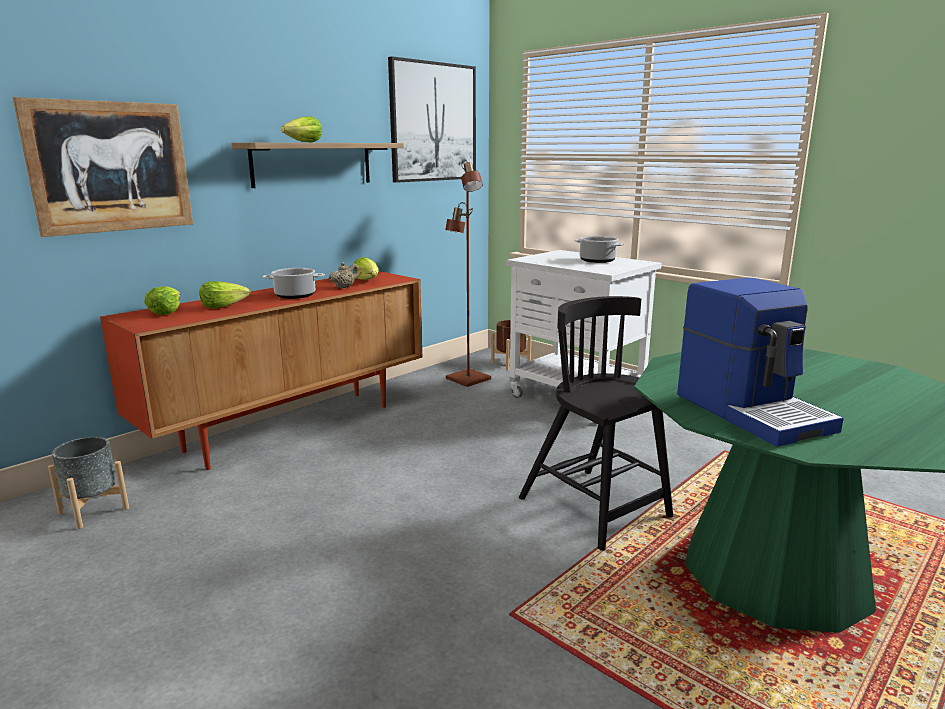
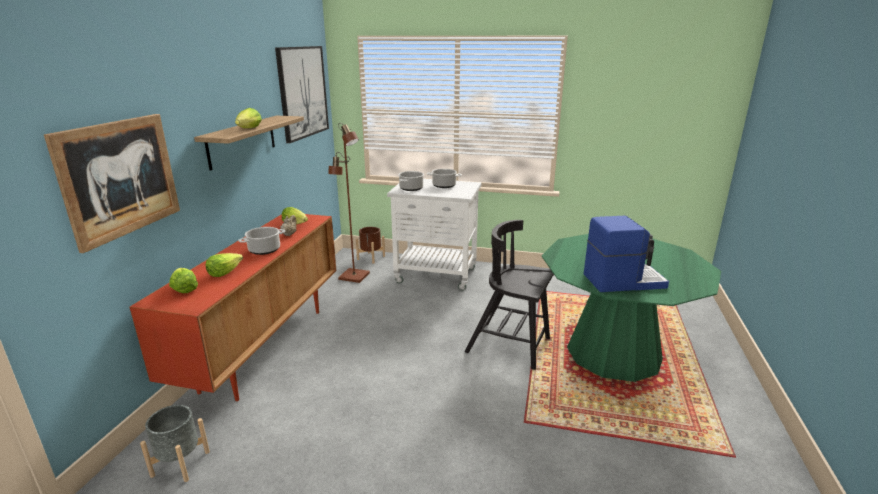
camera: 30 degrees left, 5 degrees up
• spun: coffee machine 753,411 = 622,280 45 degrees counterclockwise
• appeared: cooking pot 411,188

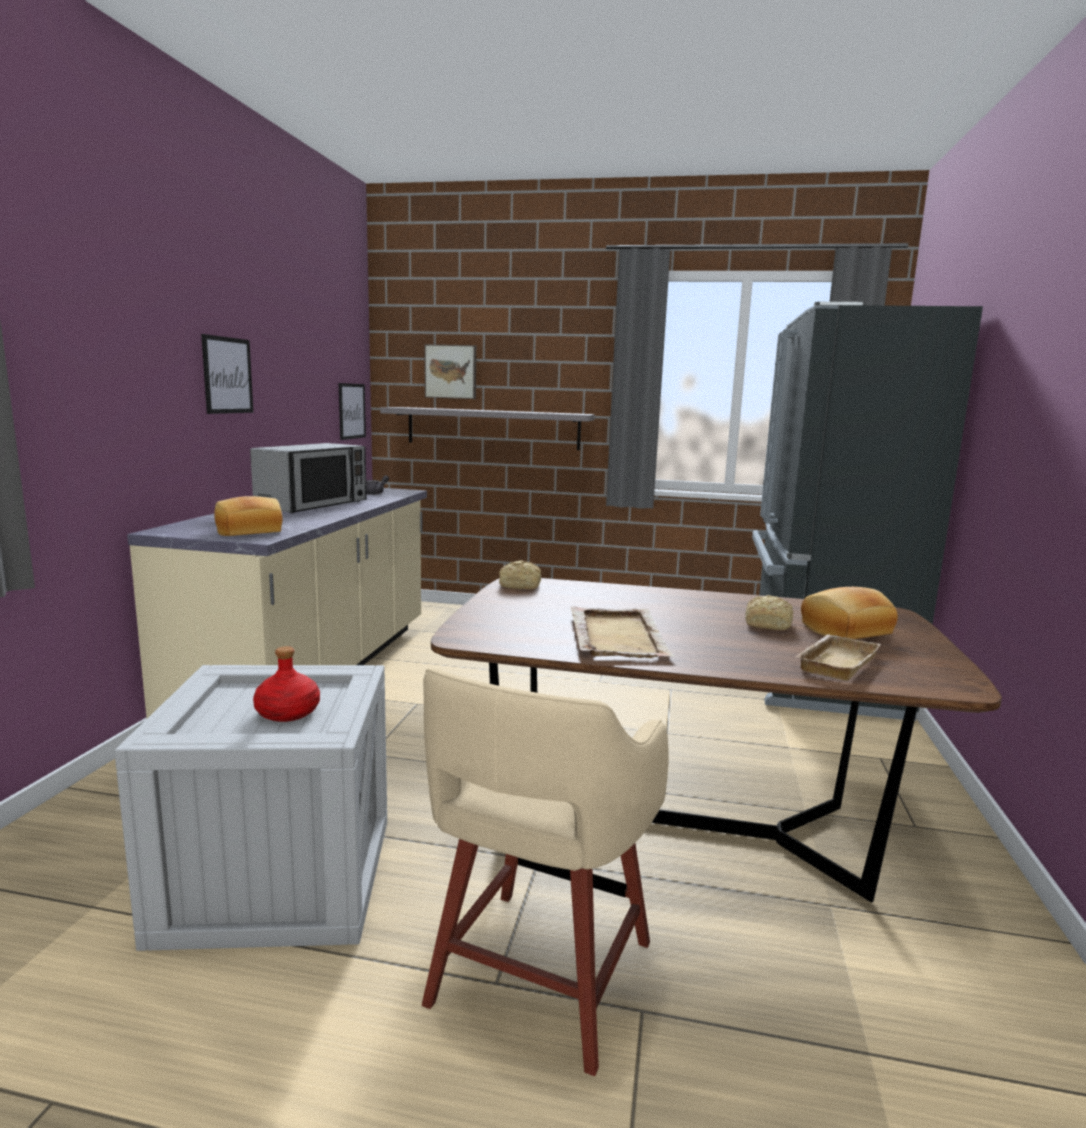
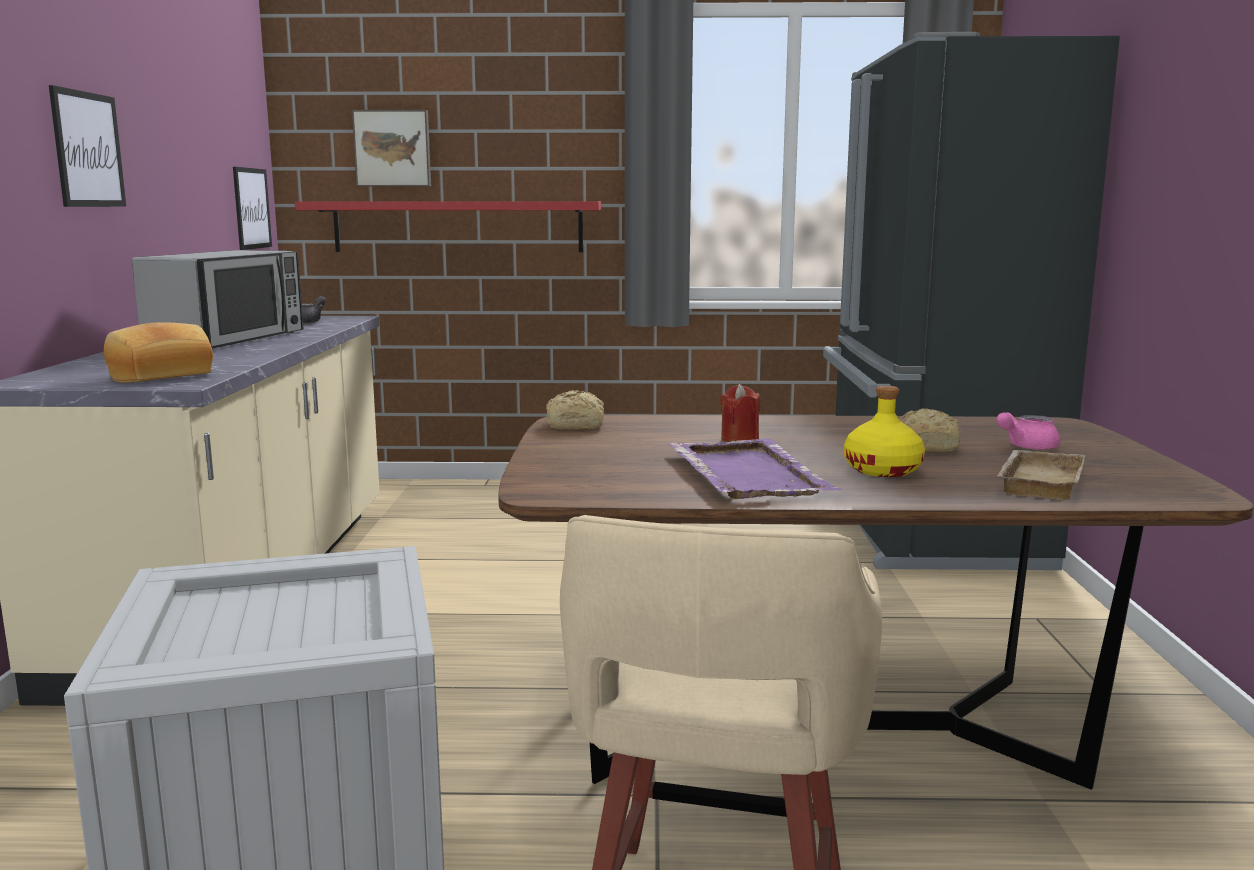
camera: 10 degrees left, 0 degrees up
• missing: bottle in red 288,713
• colour: shelf in grey 493,428 to shelf in red 458,226
• colour: tray in beige 617,635 to tray in purple 747,473
• exchanged: bread 847,631 to teapot in pink 1025,447
• appeared: candle in red 739,439
• appeared: bottle in yellow 883,470

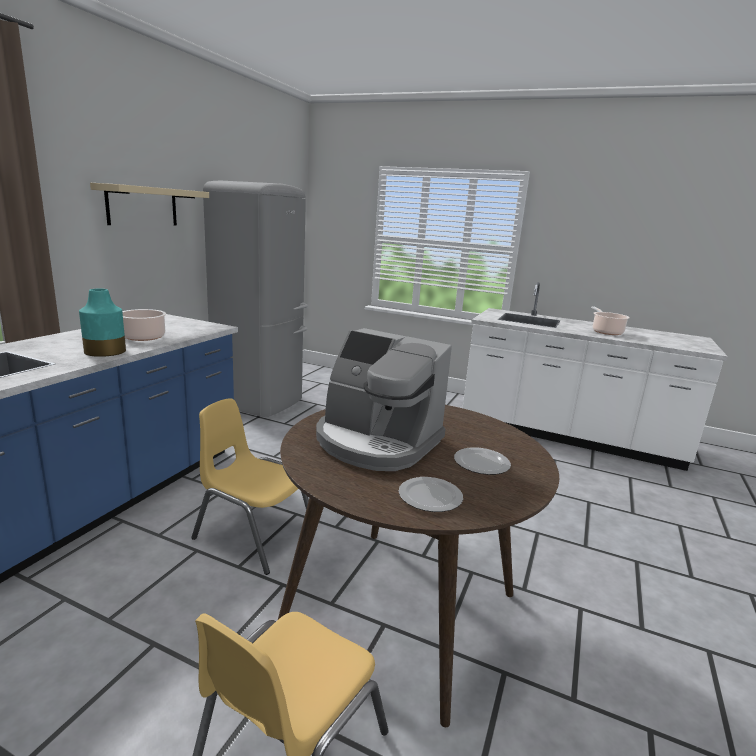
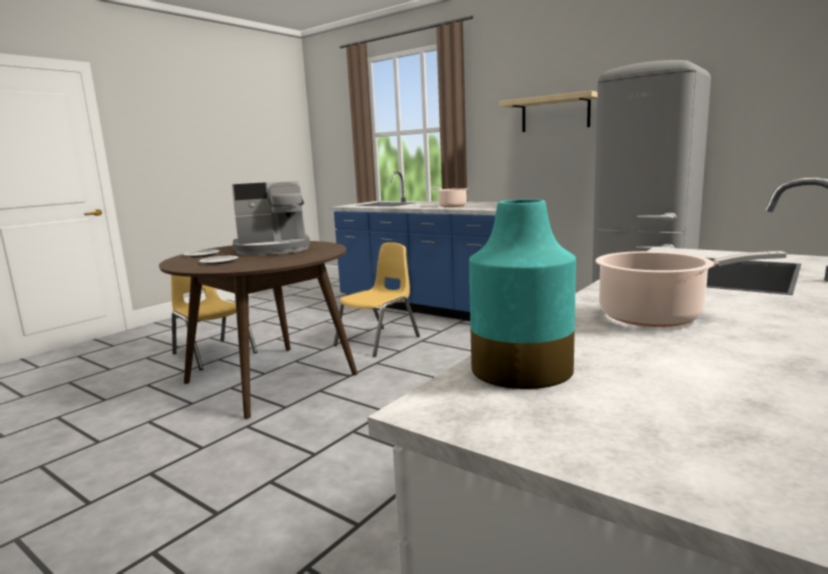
camera: 105 degrees right, 5 degrees down
• relocated: vase in turquoise 104,351 to 522,367
• spun: coffee machine 376,442 = 273,249 150 degrees counterclockwise

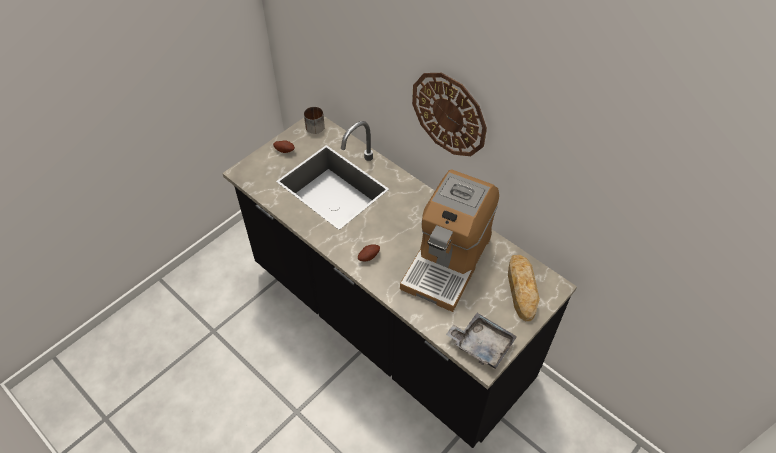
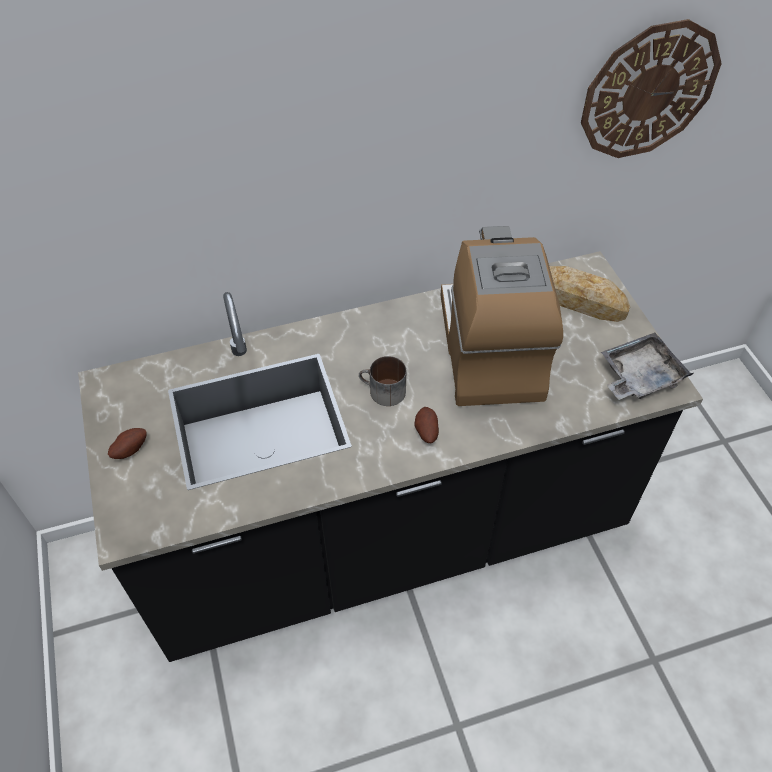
camera: 60 degrees left, 0 degrees up
• relocated: mug 313,125 to 382,392
• spun: coffee machine 447,261 = 490,349 150 degrees counterclockwise
• relocated: wall clock 449,114 to 649,91

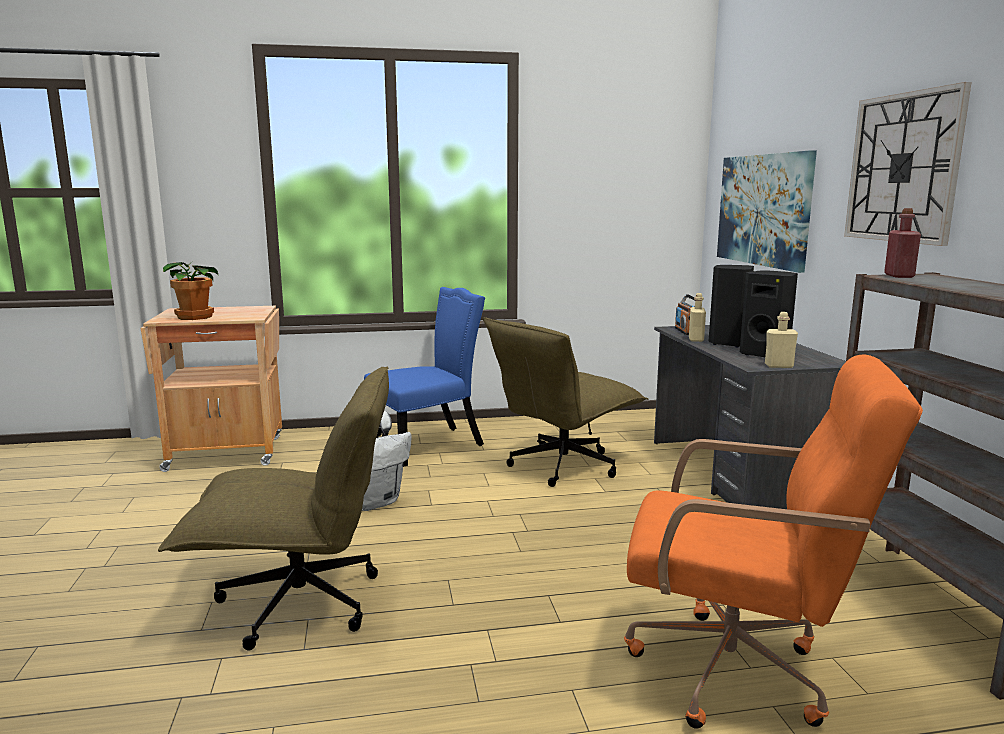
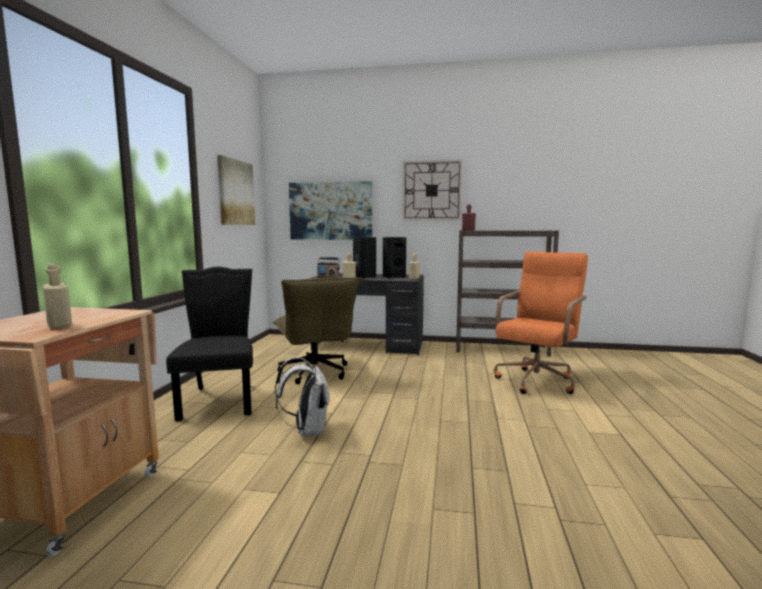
camera: 70 degrees left, 5 degrees down
• missing: office chair in beige 297,602
• exchanged: potted plant 196,317 to bottle in beige 59,325
• colour: chair in blue 426,446 to chair in black 219,402
• appeared: picture 236,192

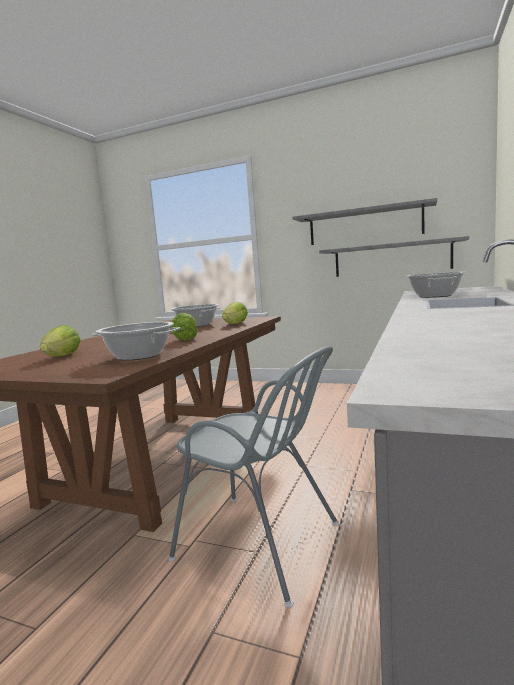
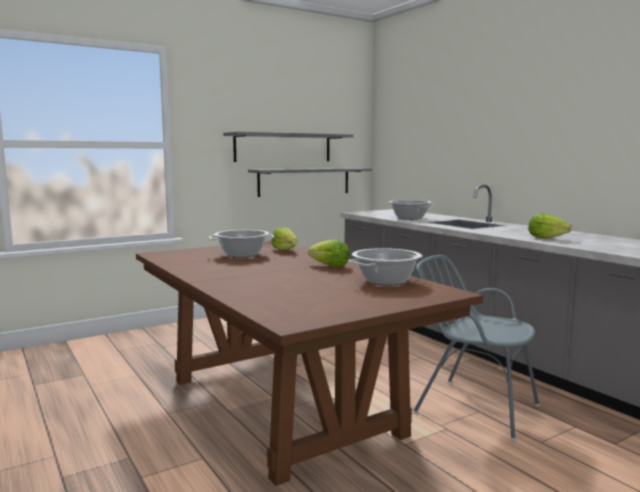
camera: 55 degrees left, 0 degrees up
• relocated: lettuce 62,356 to 546,238
• spun: chair in grey 263,543 = 471,407 120 degrees counterclockwise

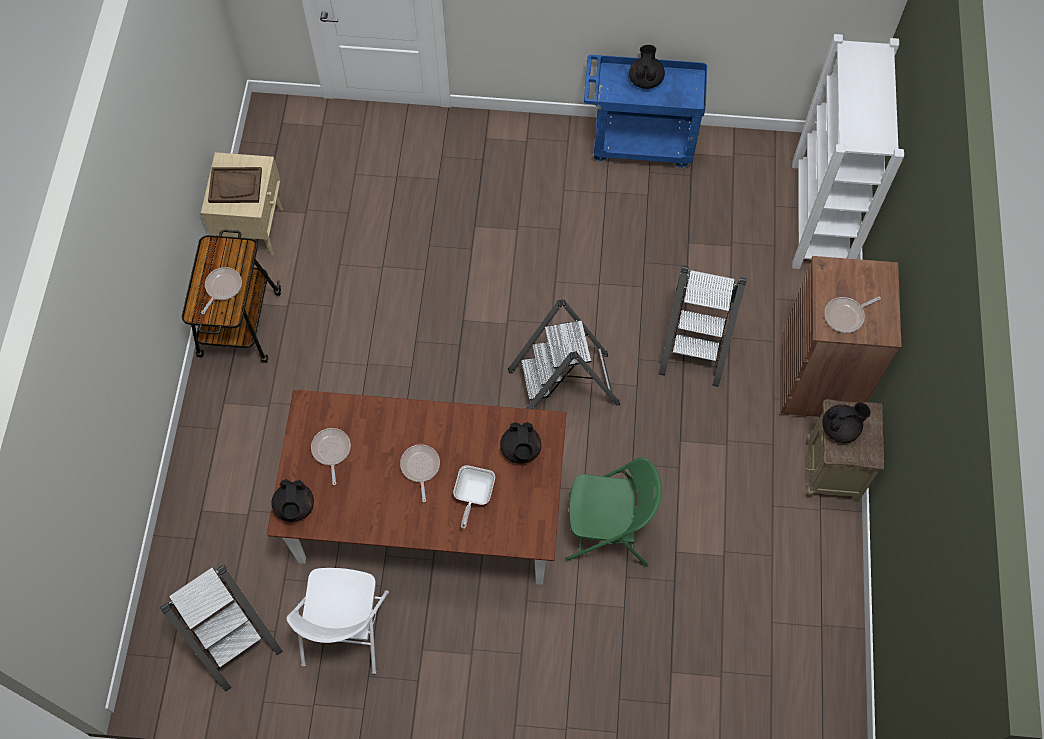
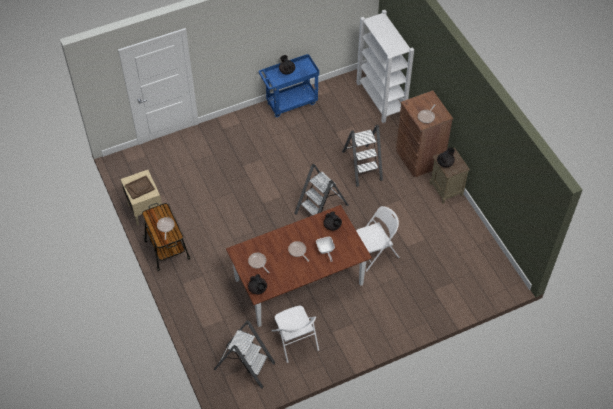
camera: 30 degrees left, 10 degrees down
• colour: chair in green 608,529 to chair in white 375,252

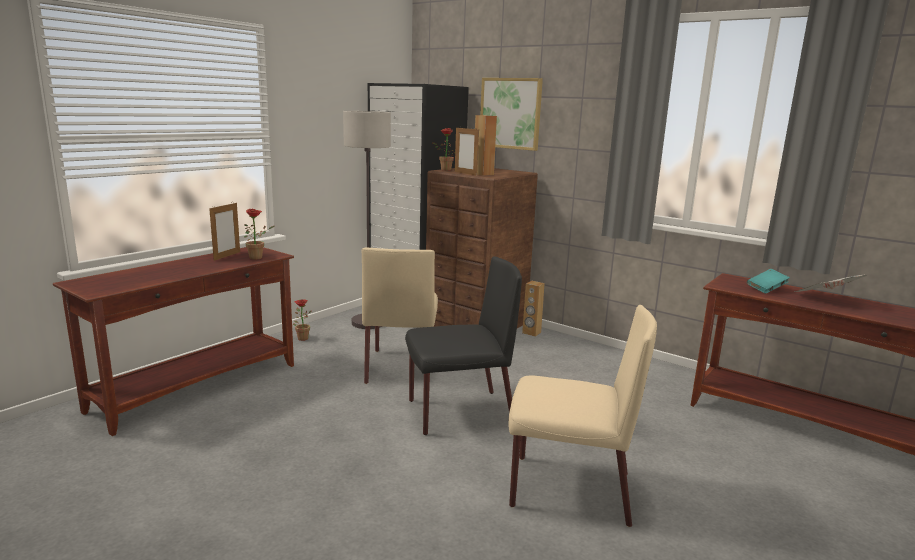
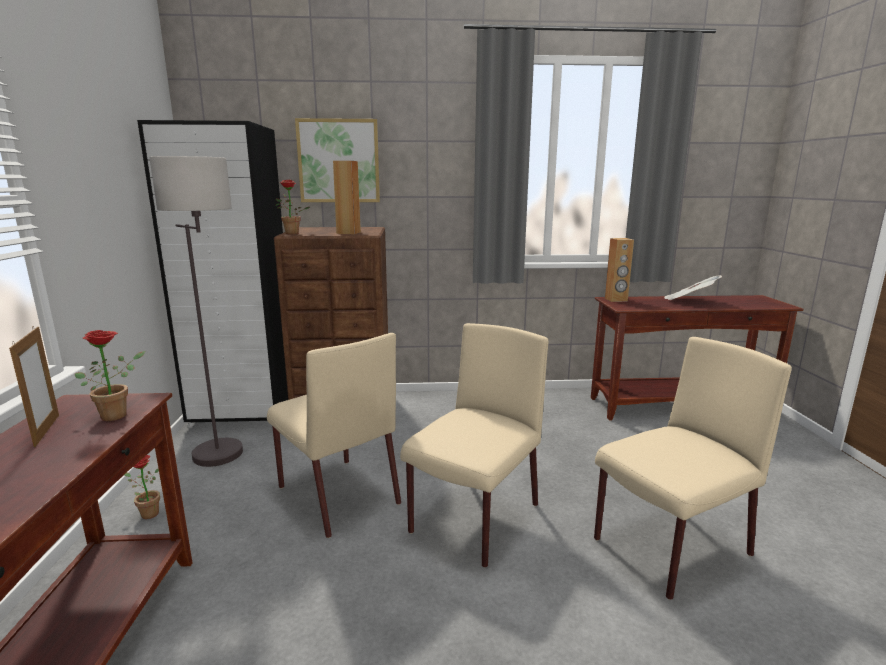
camera: 40 degrees left, 0 degrees up
• colour: chair in black 458,412 to chair in beige 474,519
• missing: picture frame 465,173
• relocated: speaker in brown 531,333 to 616,300
• missing: book in turquoise 766,289

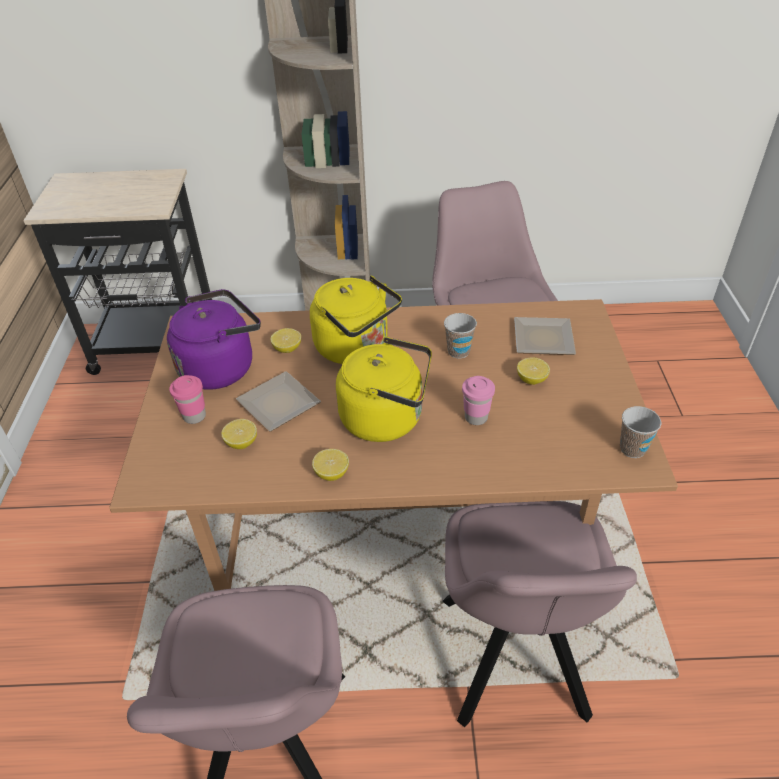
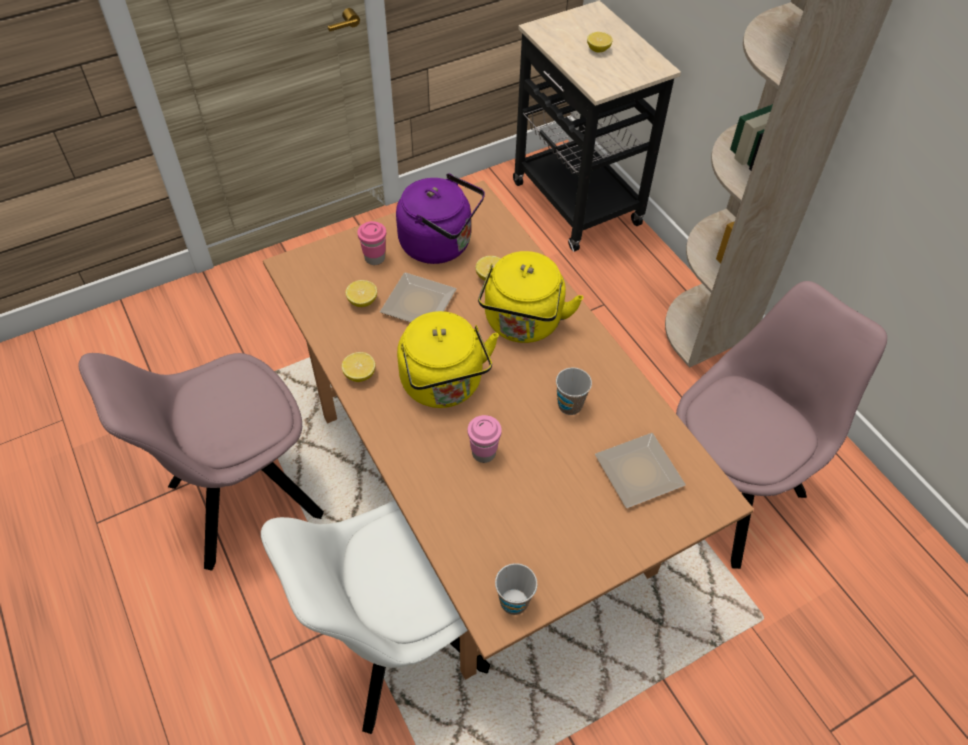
camera: 60 degrees right, 10 degrees up
• colour: chair in pink 514,657 to chair in white 399,645
• relocated: lemon 531,379 to 598,49

